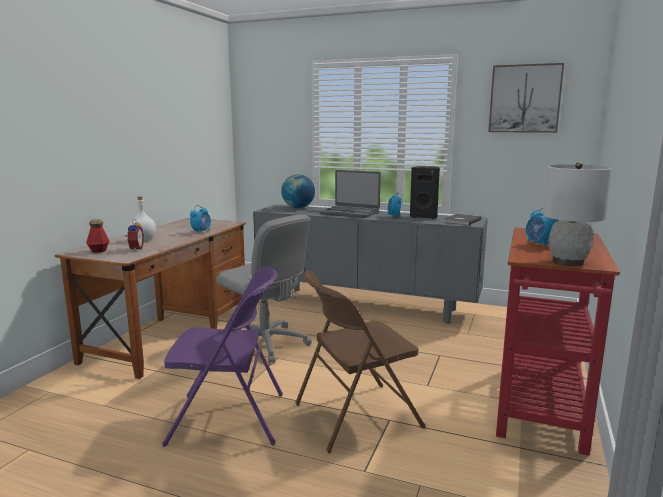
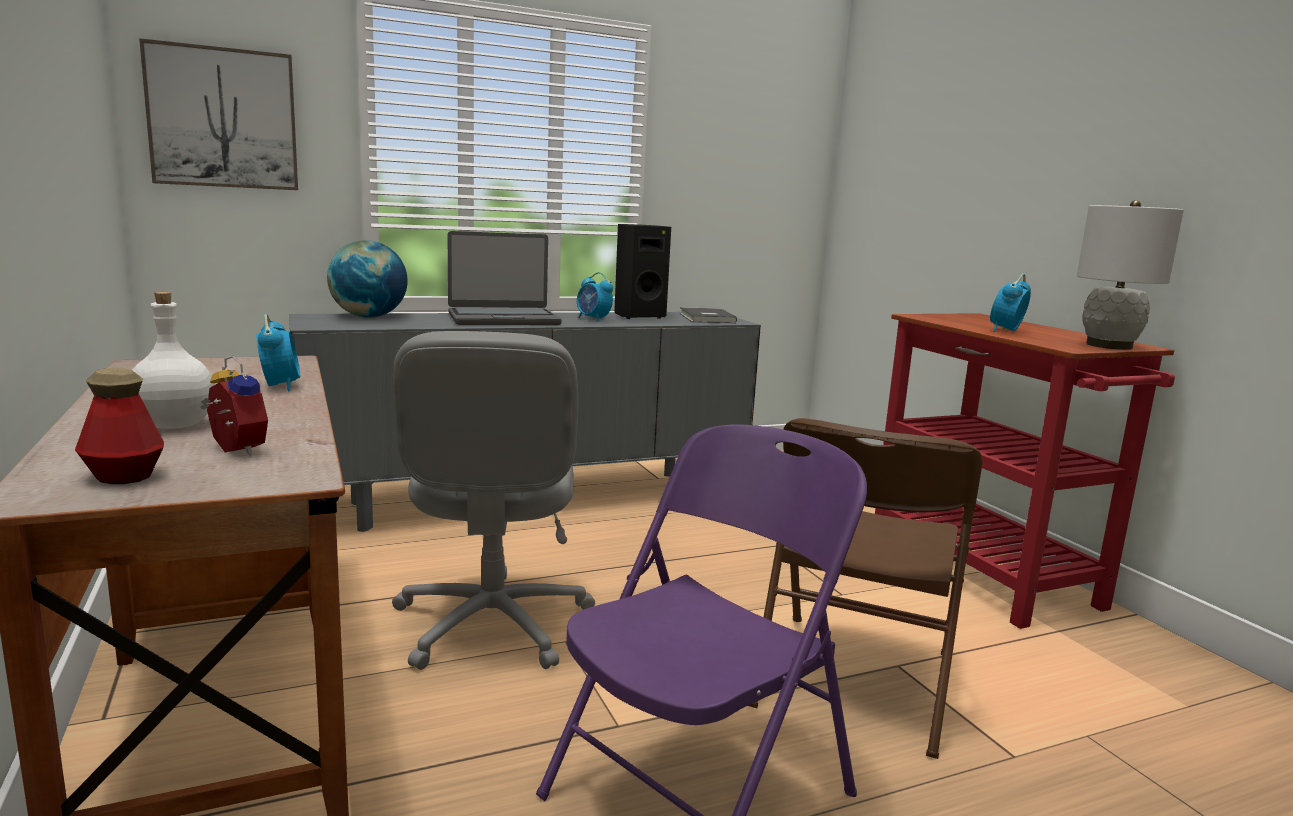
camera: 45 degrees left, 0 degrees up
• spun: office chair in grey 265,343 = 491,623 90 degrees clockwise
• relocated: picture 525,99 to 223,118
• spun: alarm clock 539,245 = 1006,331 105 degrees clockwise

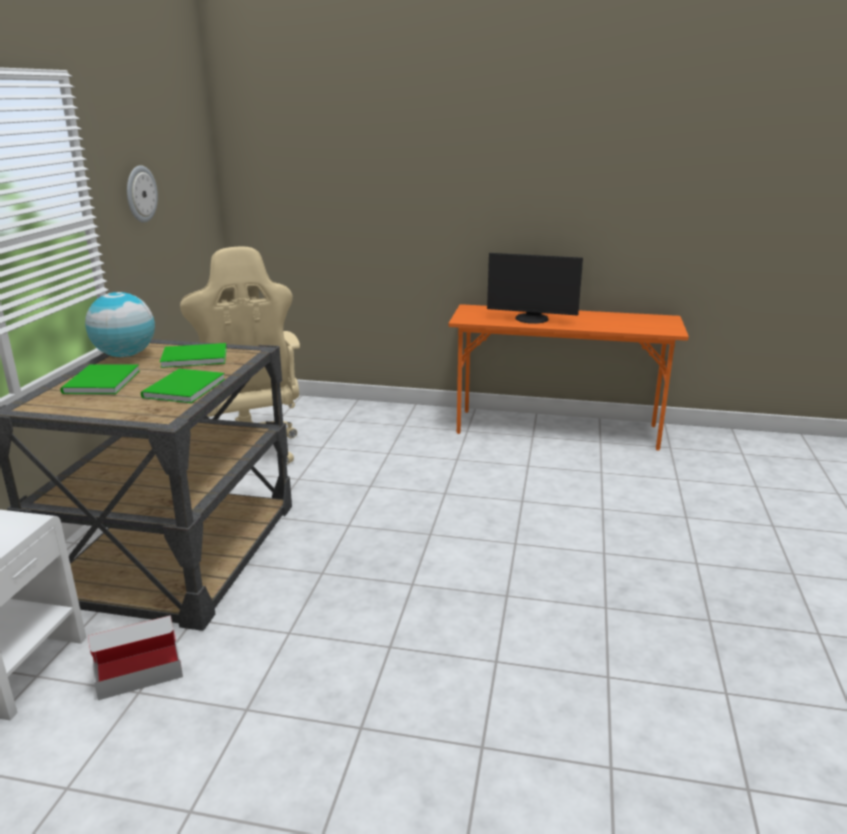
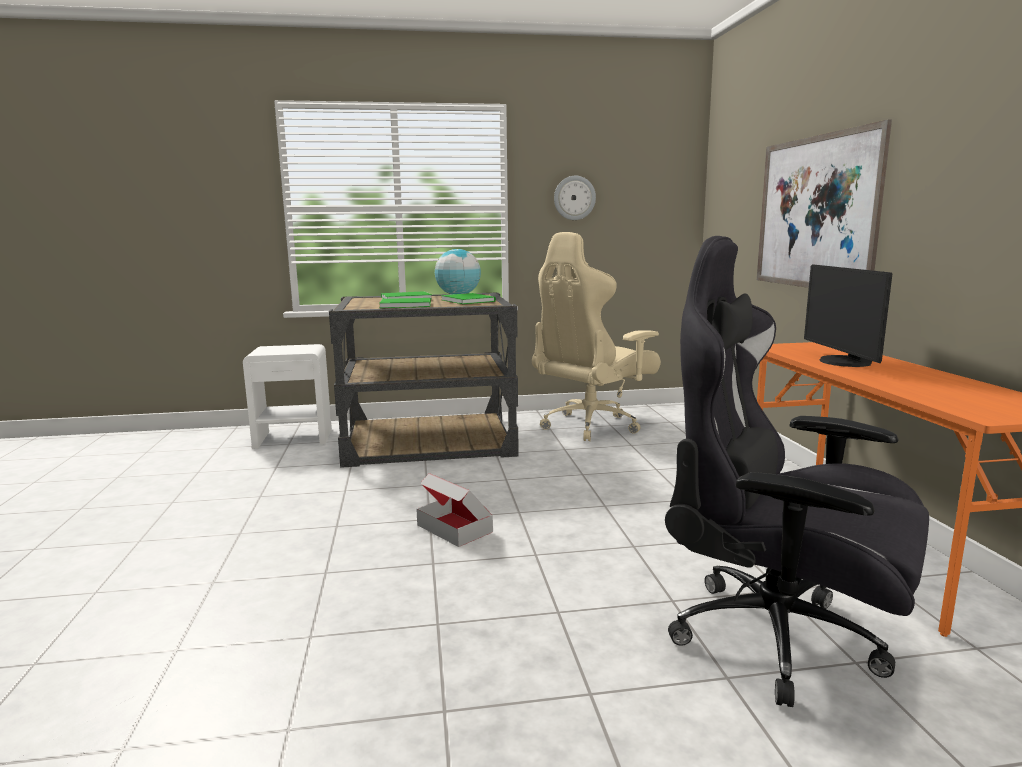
camera: 70 degrees right, 10 degrees down
• relocated: cardboard box 139,671 to 454,528
• appeared: office chair in black 787,643
• appeared: picture 814,213

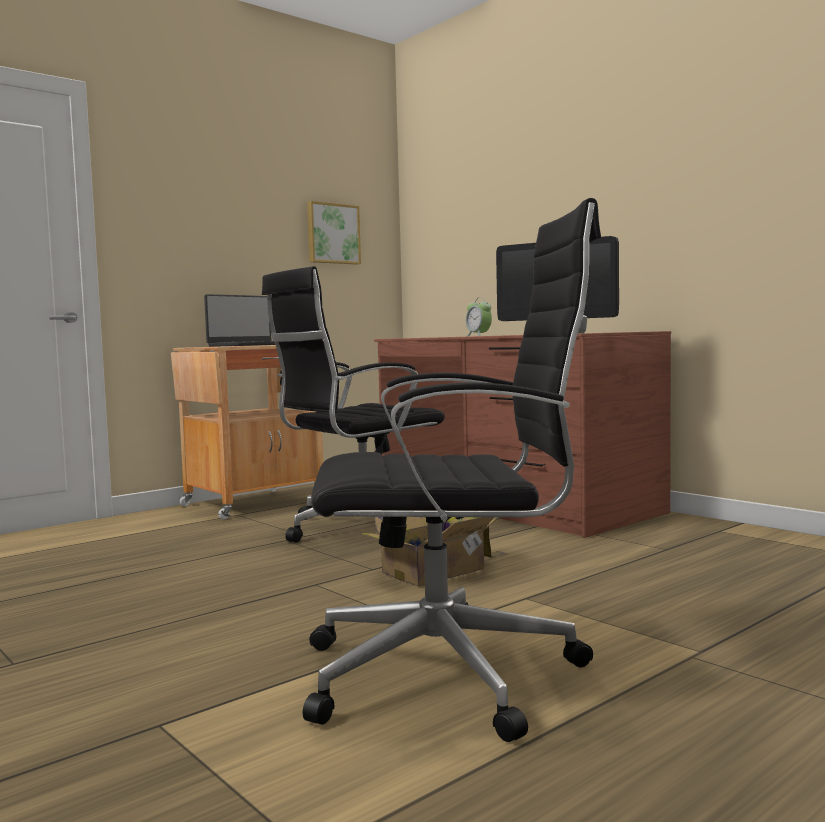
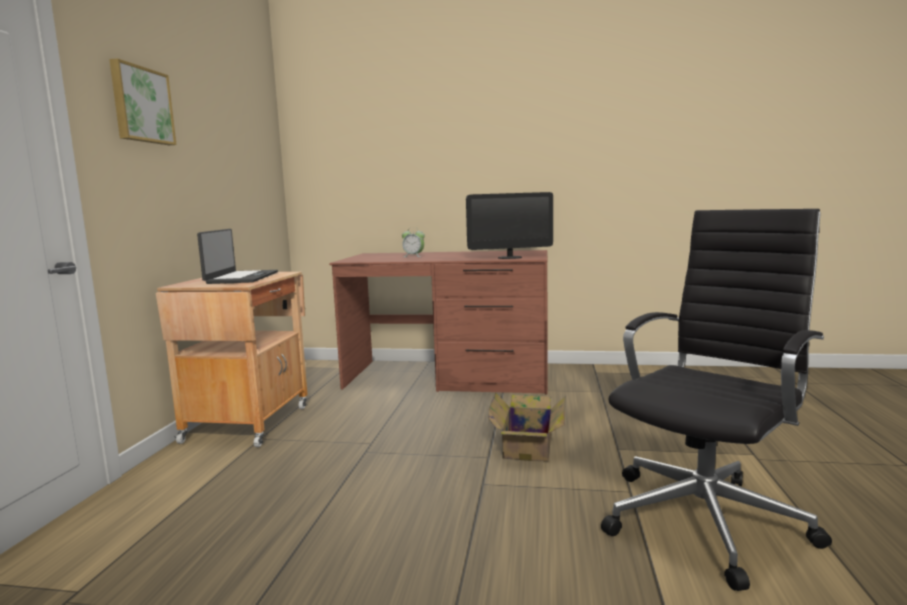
camera: 40 degrees left, 5 degrees up
• missing: office chair in black 358,528
• relocated: picture 332,234 to 141,105

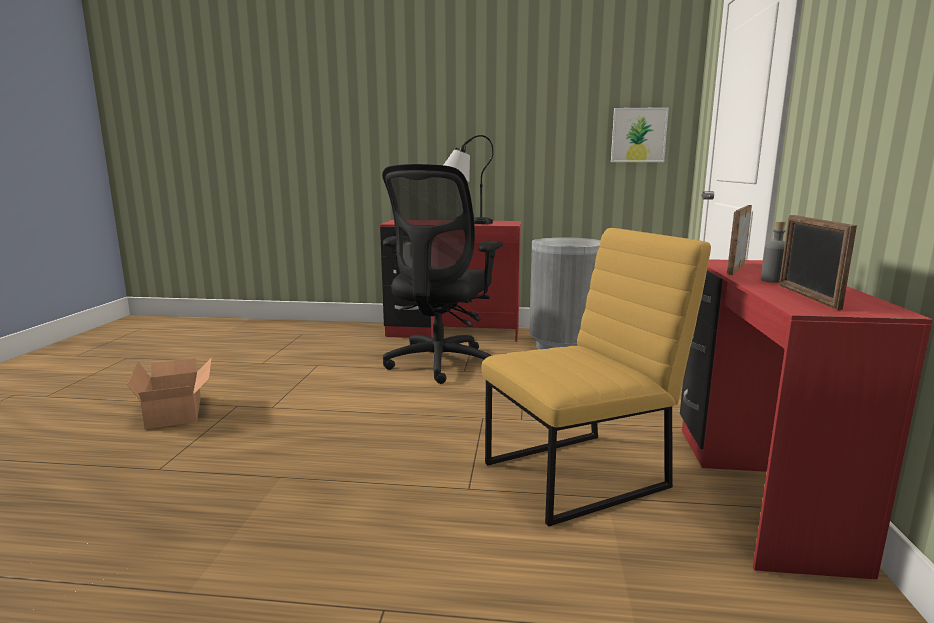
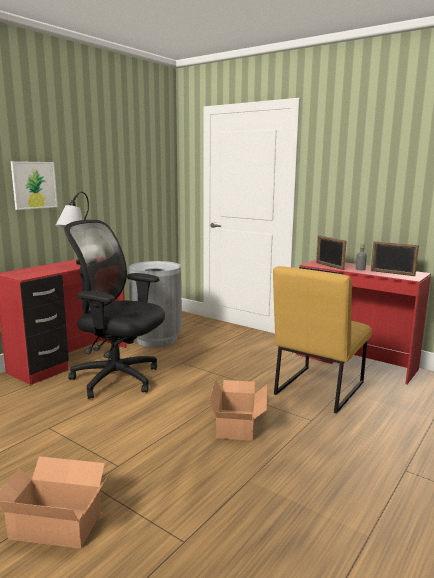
camera: 60 degrees left, 0 degrees up
• spun: office chair in black 441,360 = 121,379 150 degrees clockwise
• spun: chair in yellow 580,474 = 317,389 150 degrees counterclockwise
• relocated: picture 638,135 to 34,185
• appeared: cardboard box 238,424

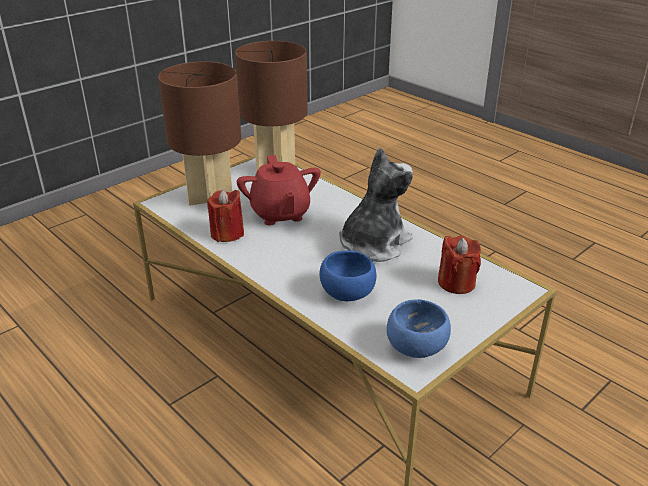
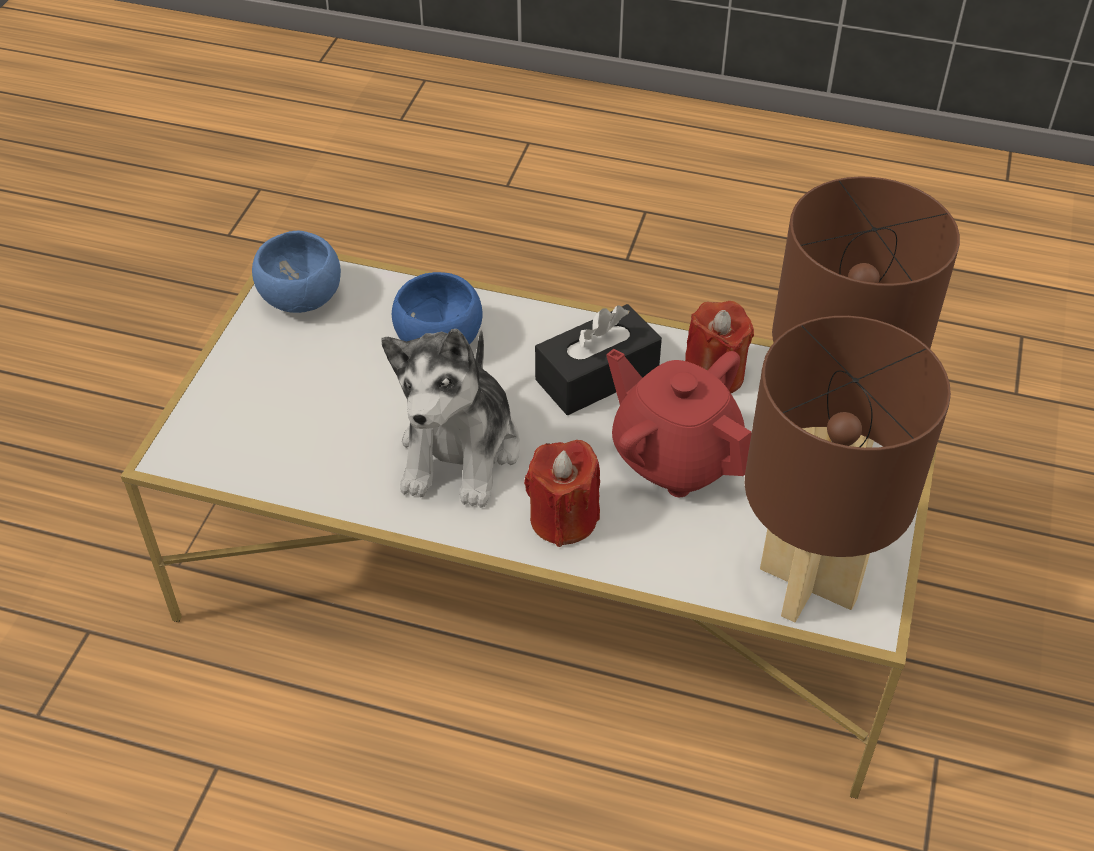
camera: 150 degrees right, 15 degrees up
• relocated: candle in red 456,283 to 563,518
• appeared: tissue box in black 597,376

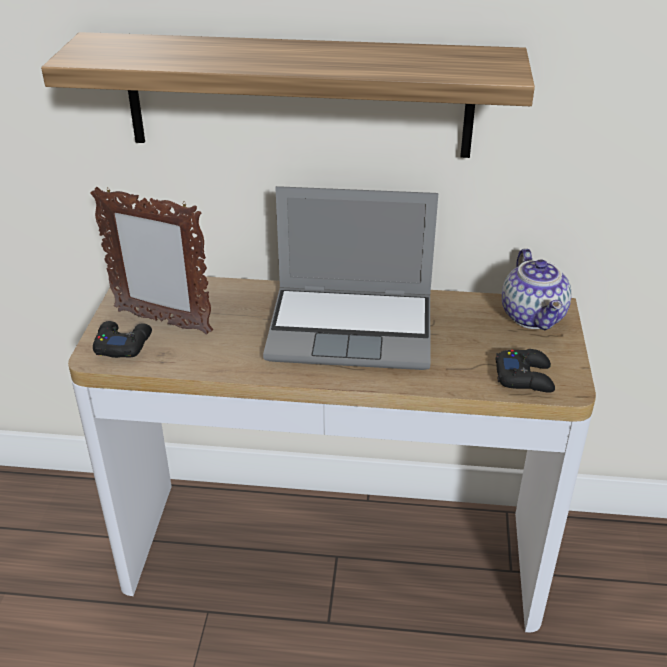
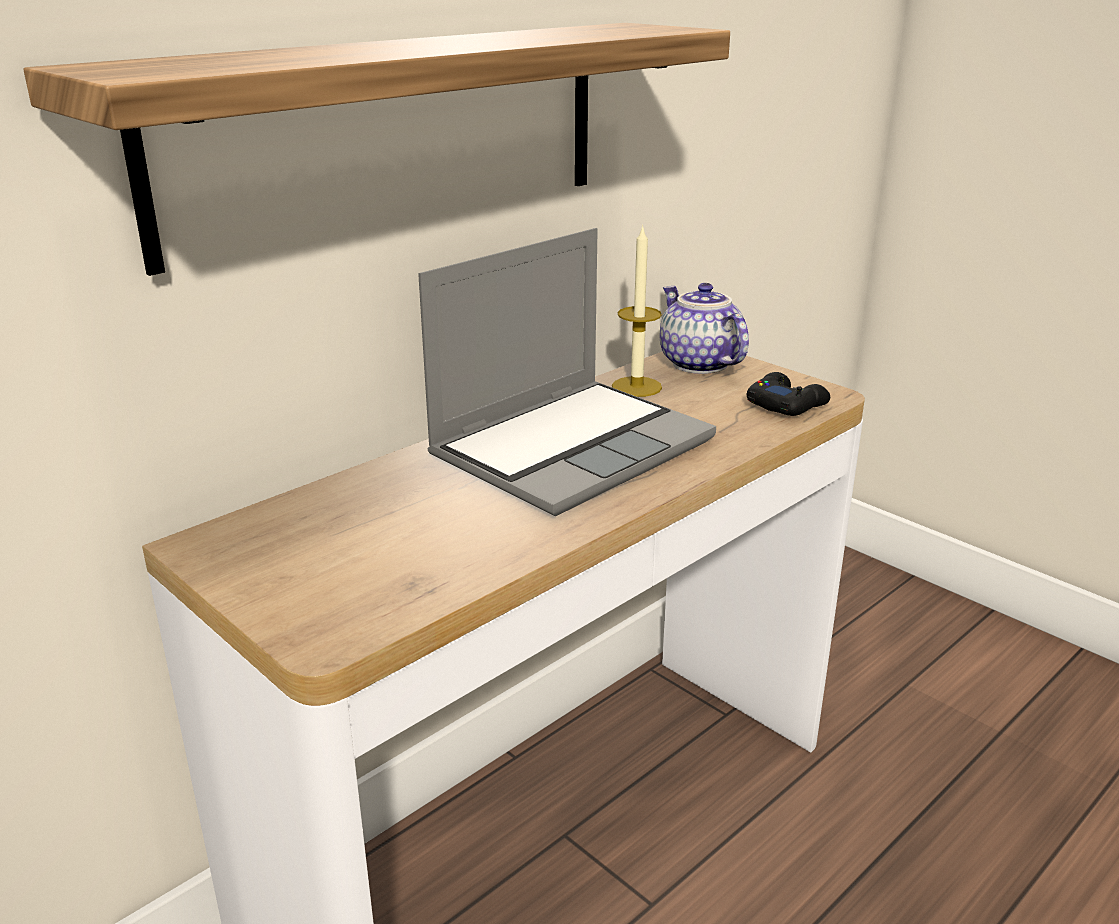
camera: 50 degrees left, 10 degrees down
• missing: picture frame 162,321
• missing: game controller in black 122,344
• spun: teapot 534,317 = 697,364 150 degrees counterclockwise
• appeared: candle 636,387

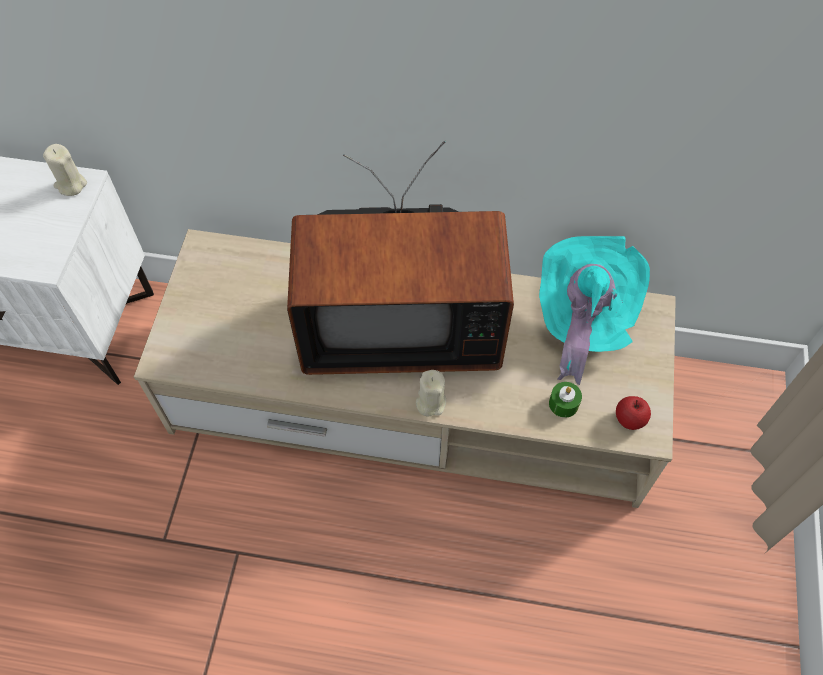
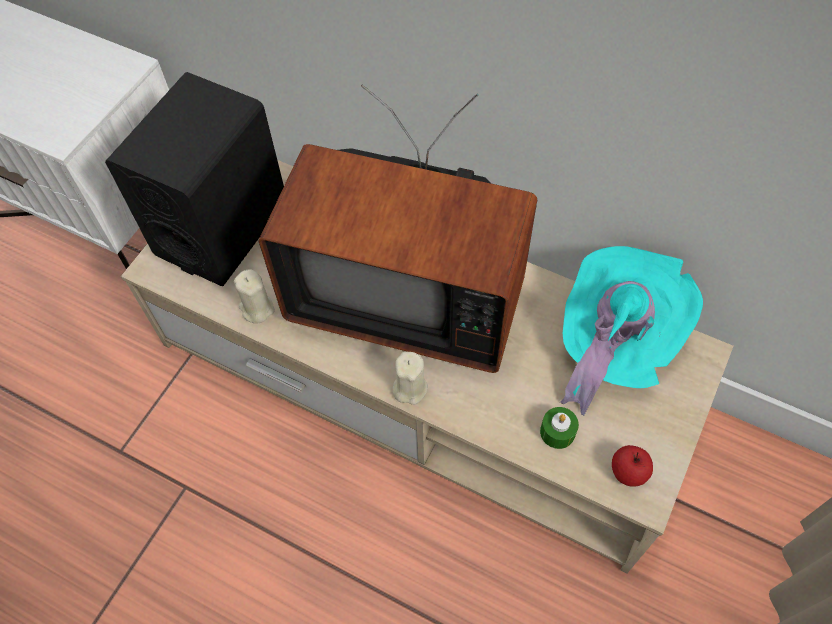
camera: 20 degrees right, 0 degrees up
• relocated: candle in beige 71,185 to 257,309
• appeared: speaker in black 222,227

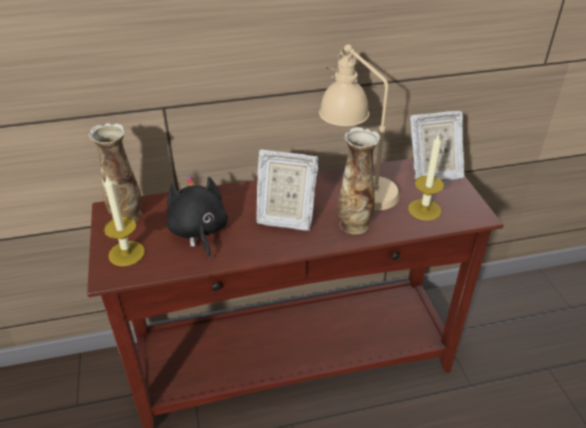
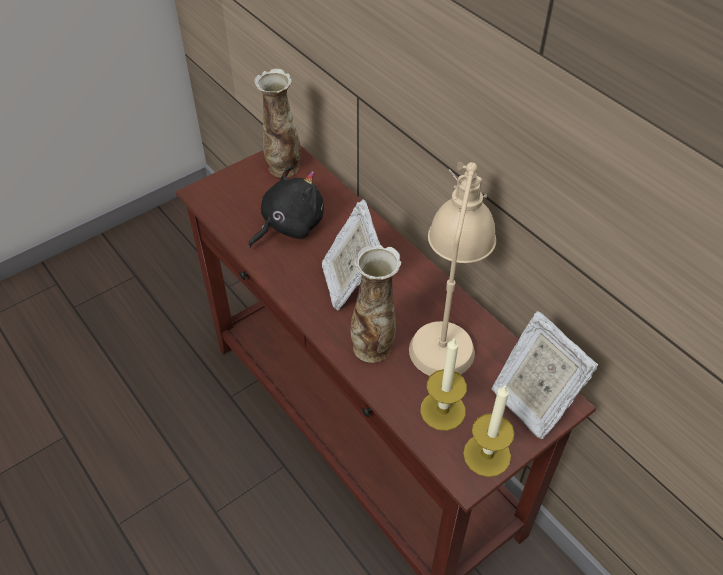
camera: 65 degrees right, 10 degrees up
• relocated: candle 126,253 to 487,455

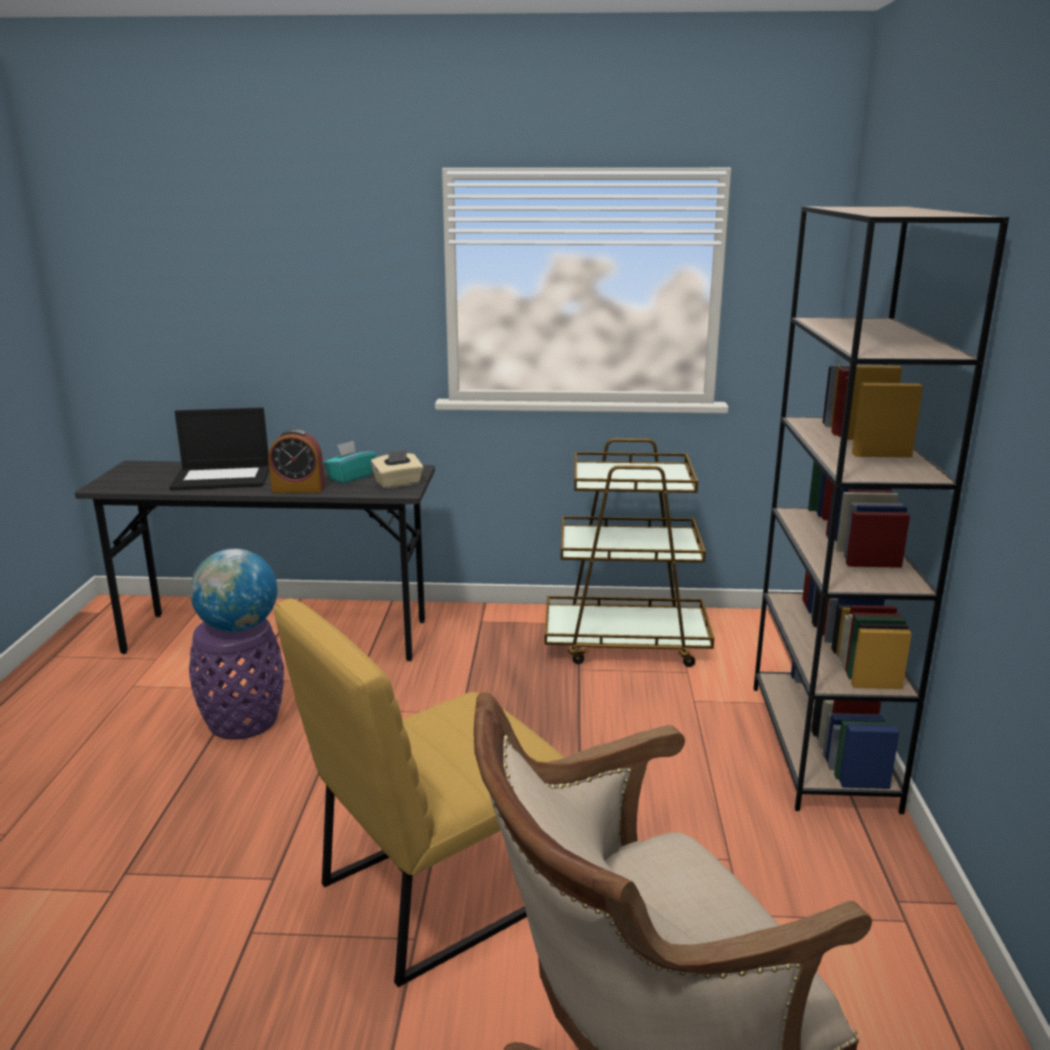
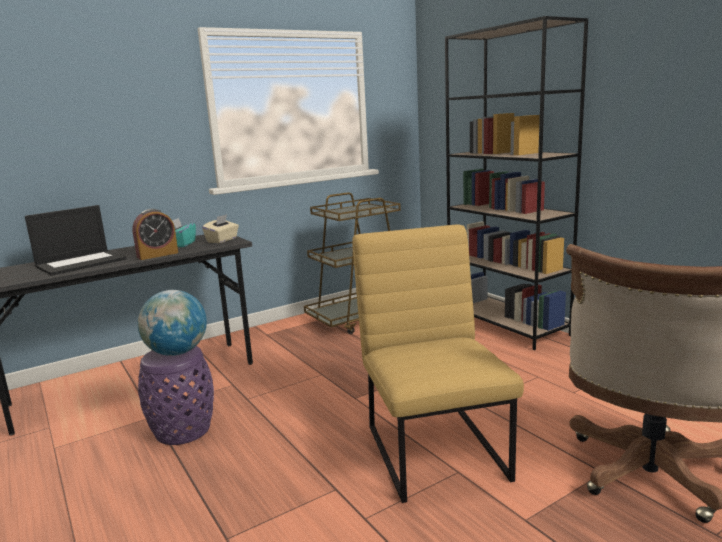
camera: 35 degrees left, 5 degrees down
• spun: chair in yellow 435,891 = 435,449 150 degrees clockwise

